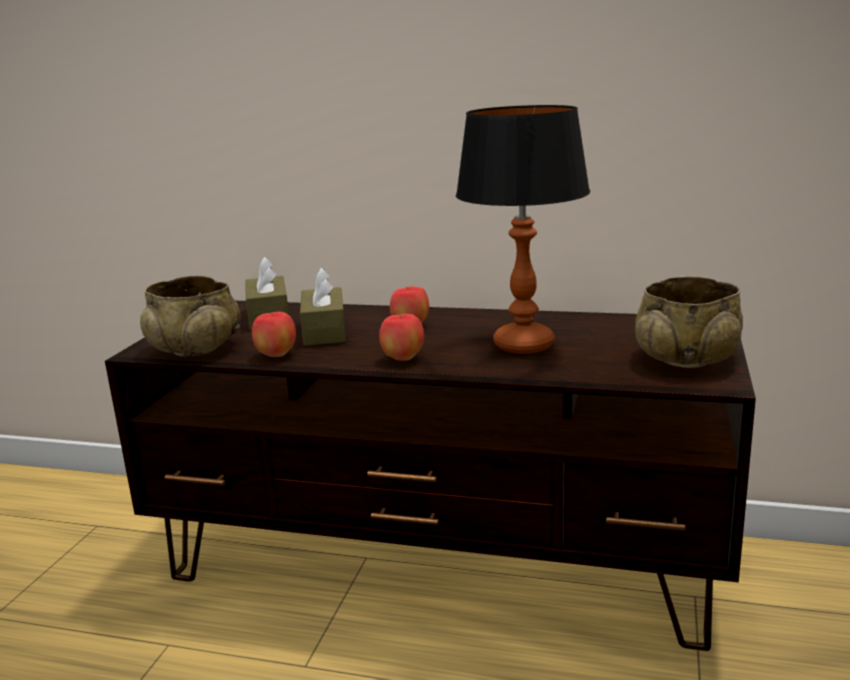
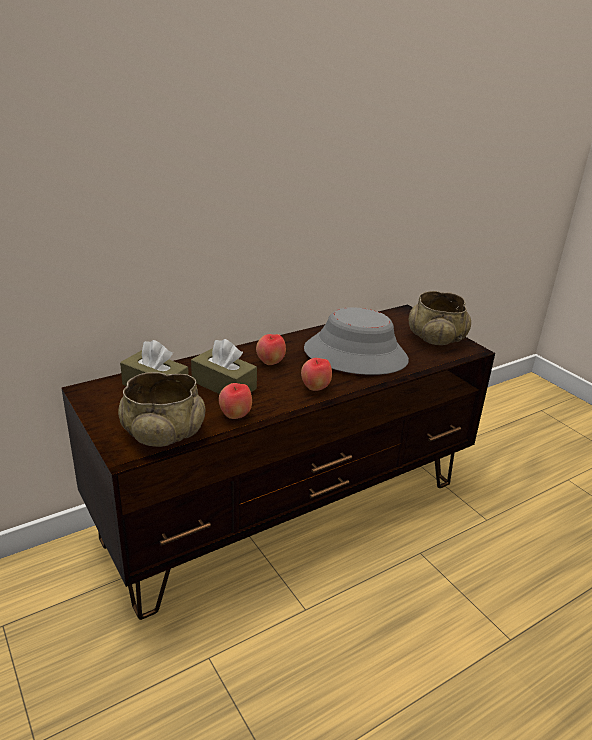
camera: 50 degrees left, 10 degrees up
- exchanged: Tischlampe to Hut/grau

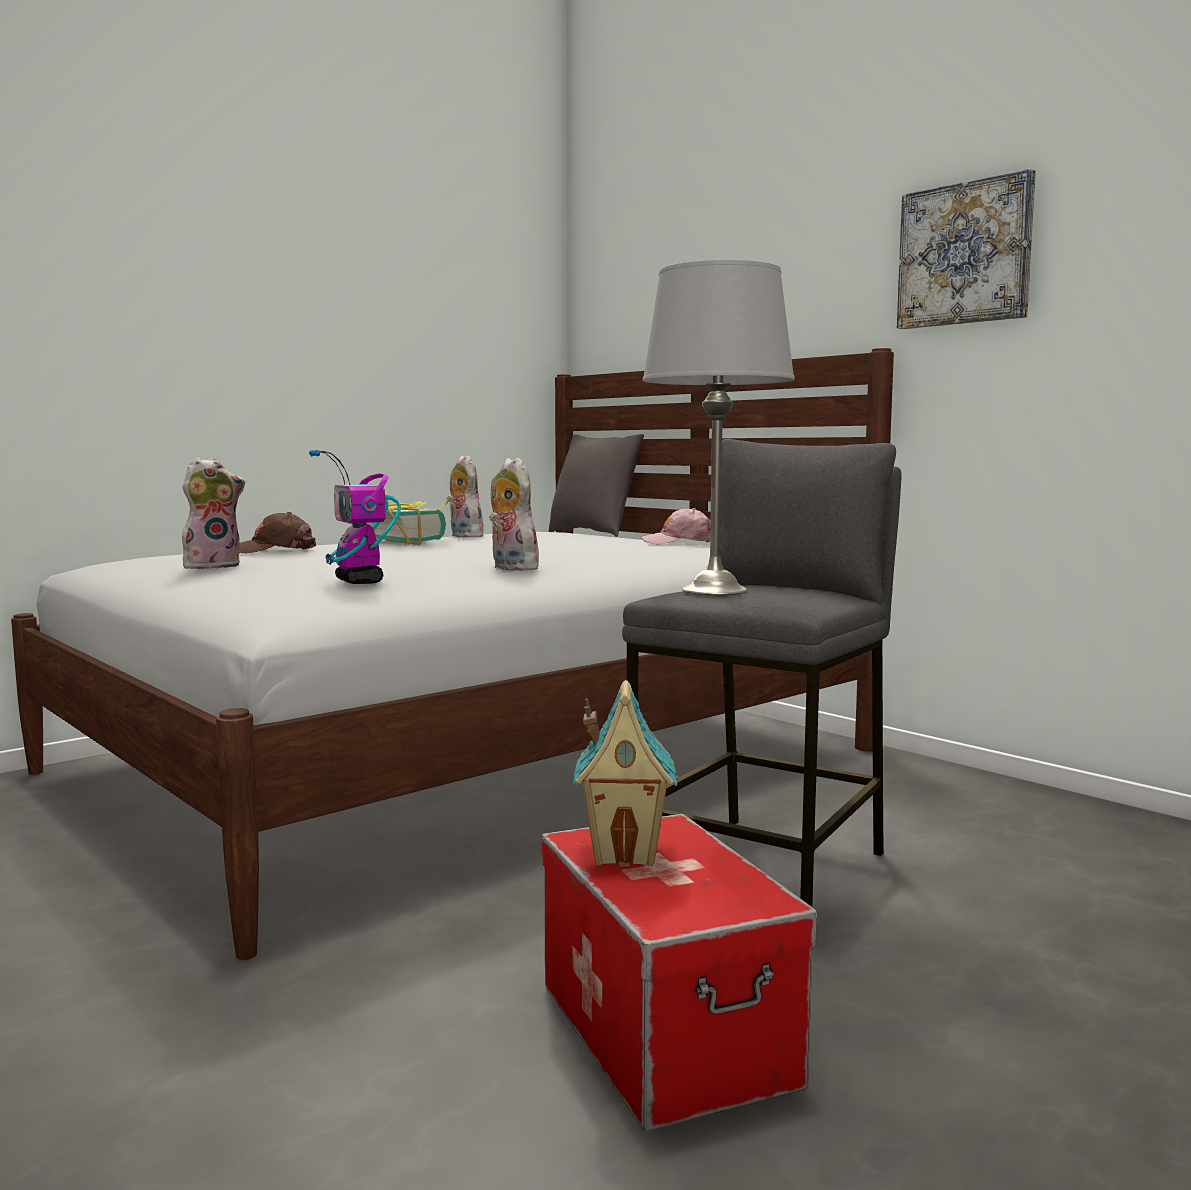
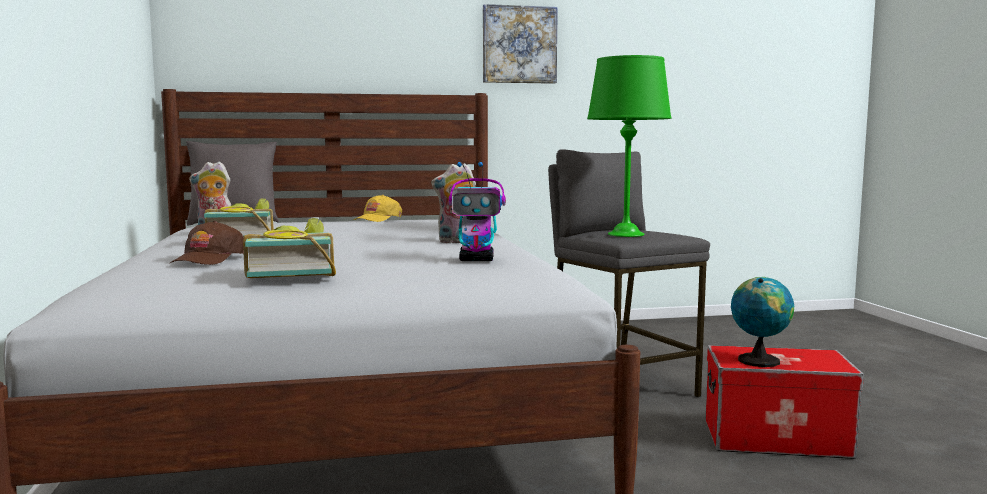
camera: 60 degrees left, 0 degrees up
- exchanged: Plüschtier (no. 1 from left) to Buch (no. 2 from left)
- colour: Kappe/rosa to Kappe/gelb
- colour: Tischlampe/grau to Tischlampe/grün
- exchanged: Spielzeughaus to Globus

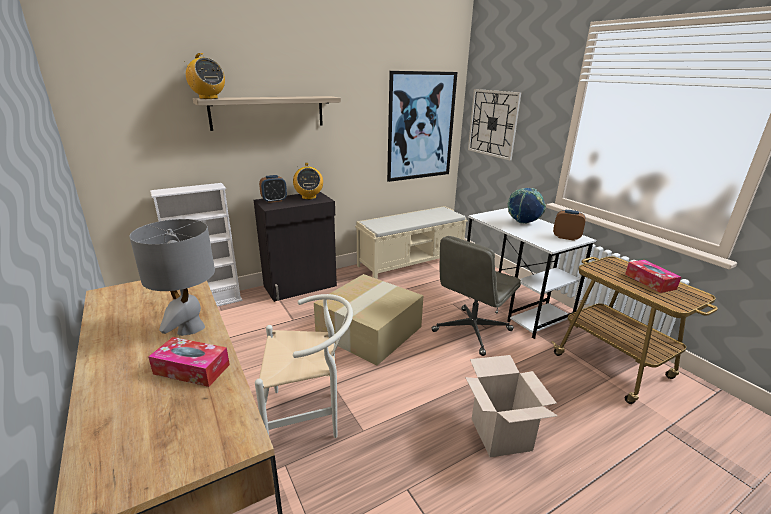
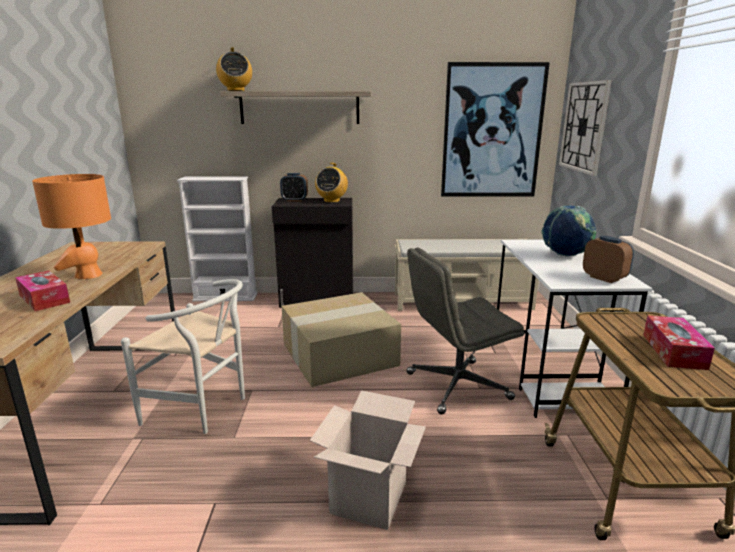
camera: 30 degrees right, 5 degrees down
- colour: Tischlampe/grau to Tischlampe/orange

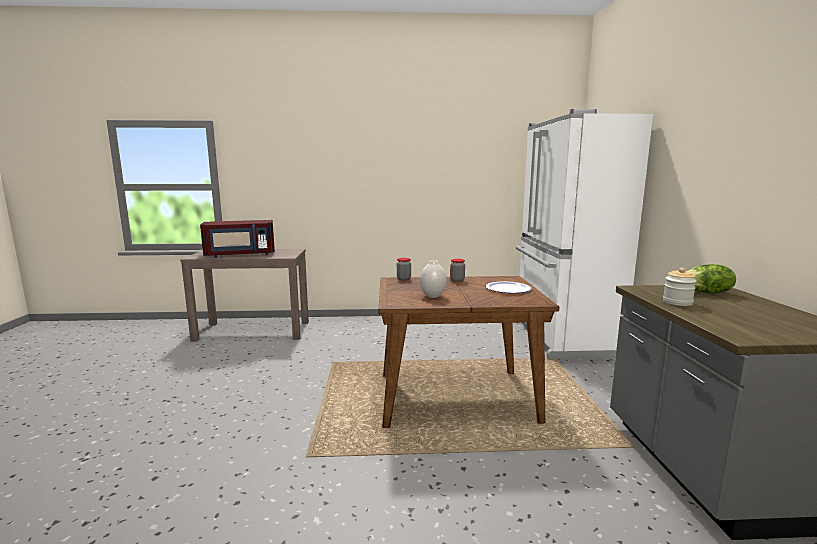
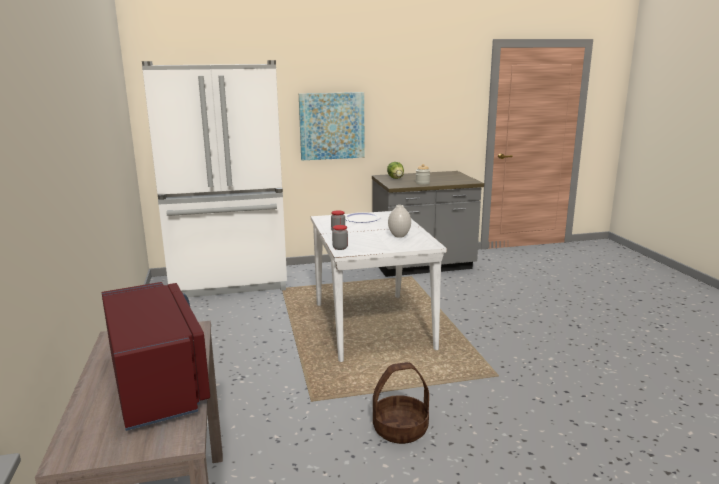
camera: 100 degrees left, 5 degrees up
- appeared: Bild
- colour: Esstisch/braun to Esstisch/weiß
- appeared: Korb

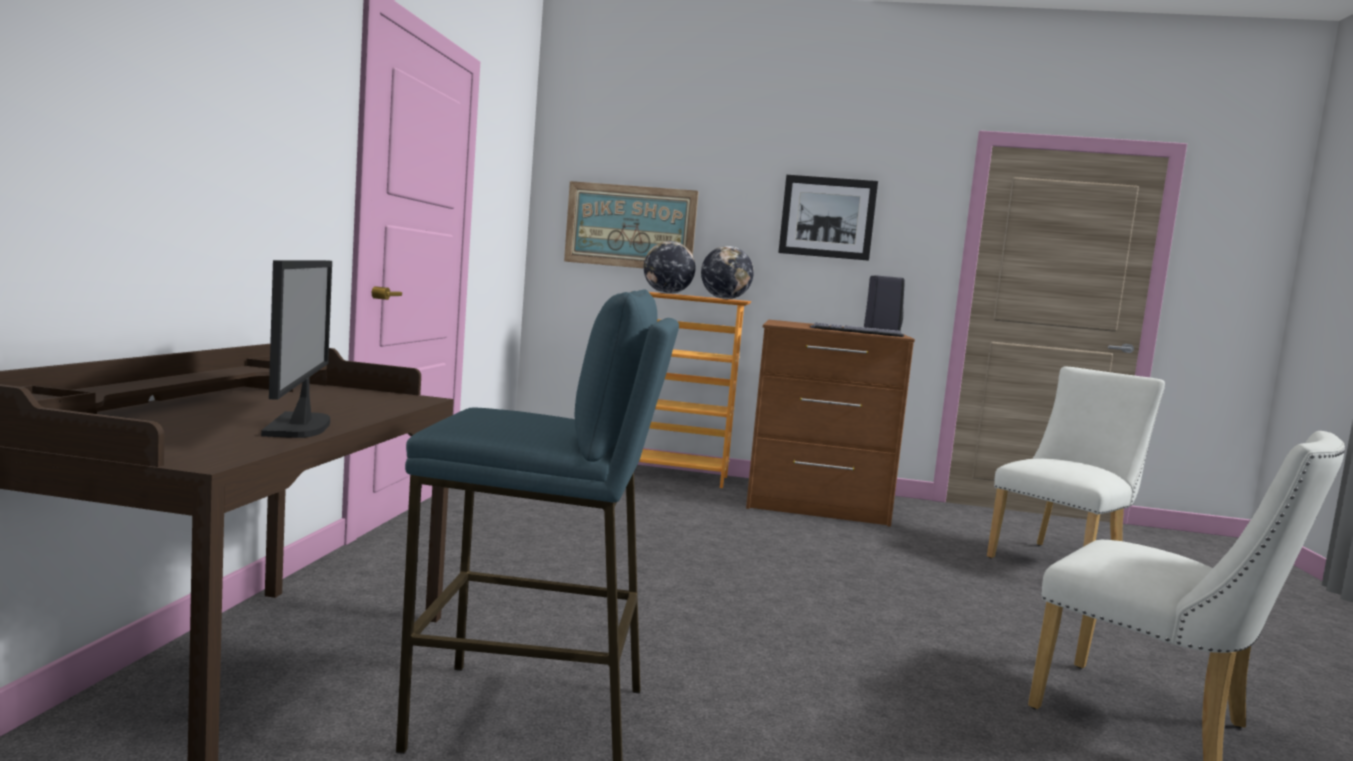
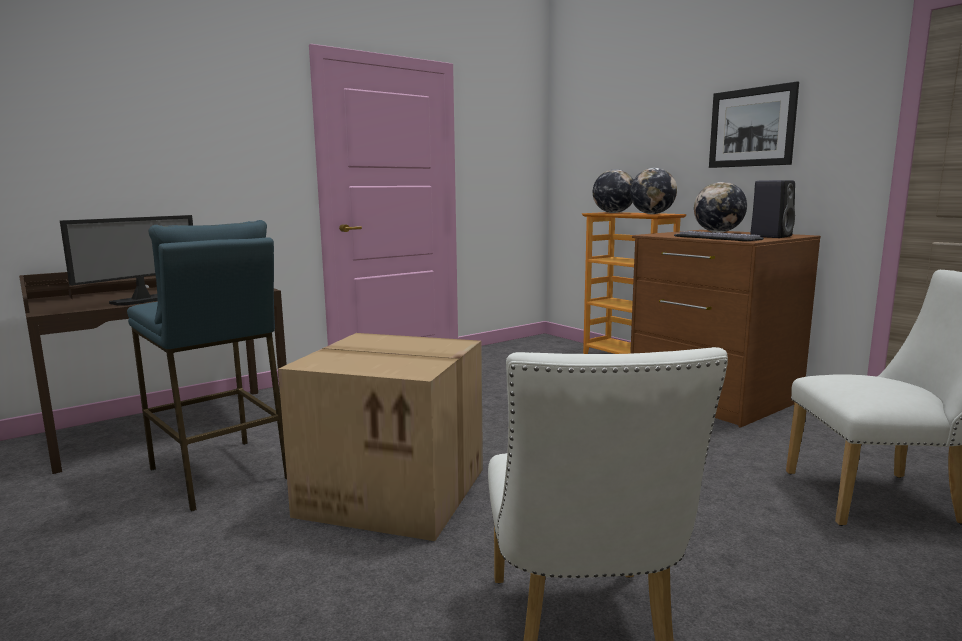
camera: 45 degrees right, 5 degrees up
- appeared: Karton
- appeared: Globus (no. 3 from left)
- missing: Bild (no. 1 from left)

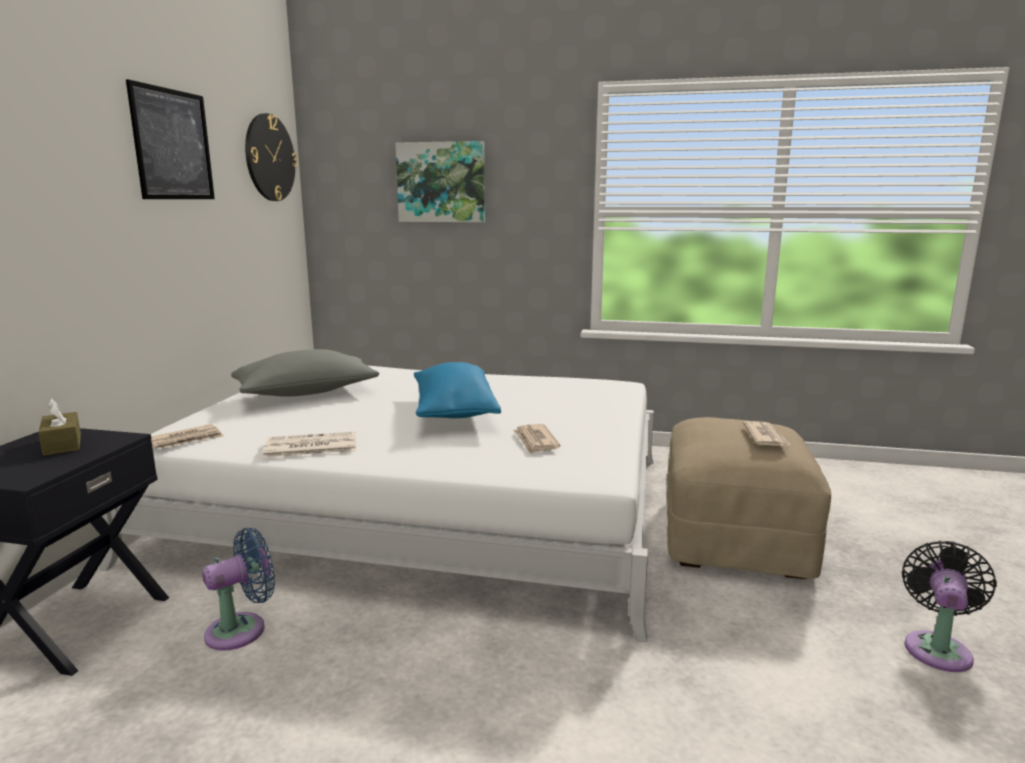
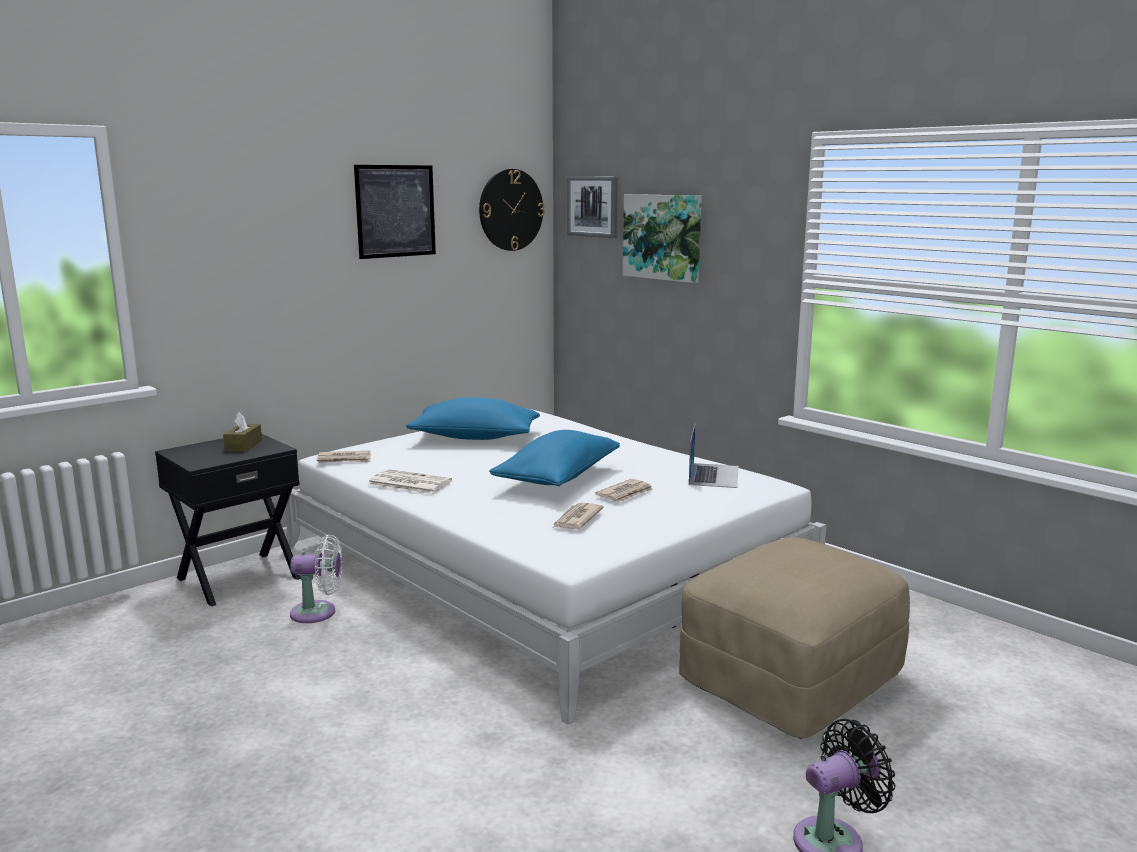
camera: 35 degrees right, 0 degrees up
- colour: Ventilator/blau to Ventilator/weiß
- colour: Kissen/grau to Kissen/blau (no. 1 from left)
- appeared: Bild (no. 2 from left)
- relocated: Zeitung (no. 4 from left)
- appeared: Laptop

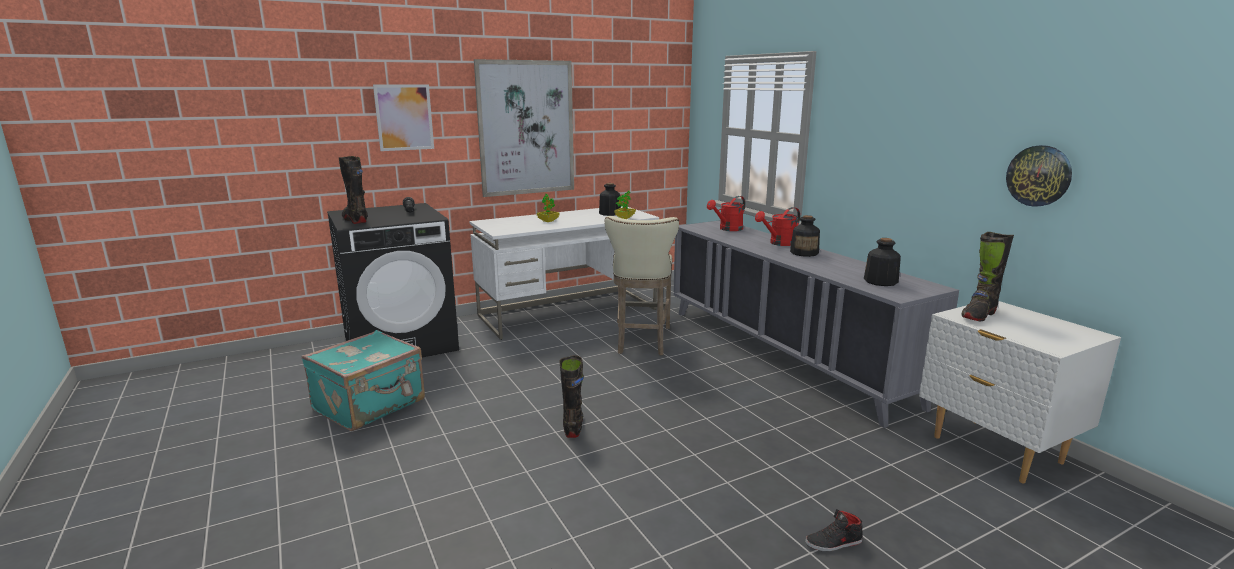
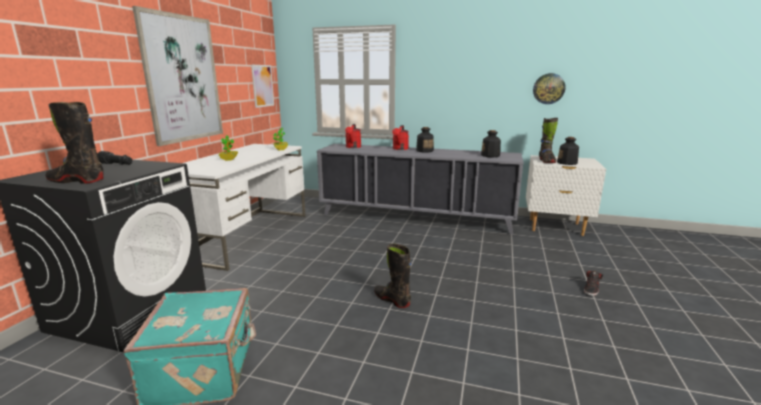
camera: 45 degrees left, 0 degrees up
- relocated: Bild (no. 1 from left in the first image) to Bild (no. 2 from left)
- relocated: Flasche (no. 1 from left in the first image) to Flasche (no. 3 from left)
- missing: Hocker/beige

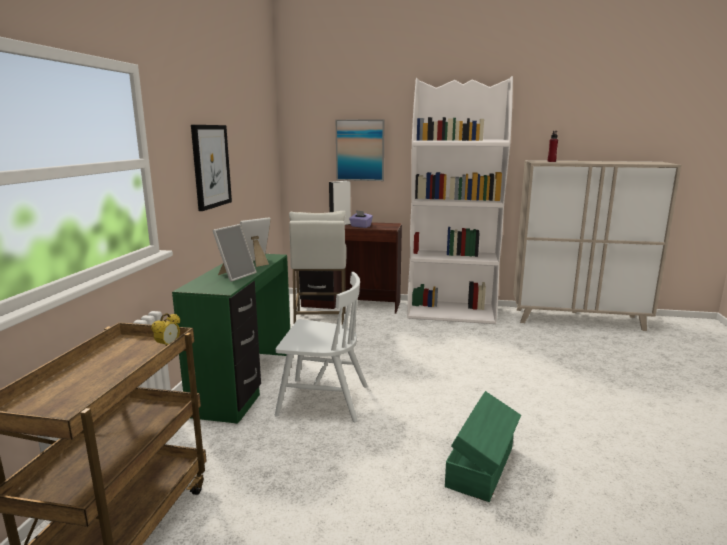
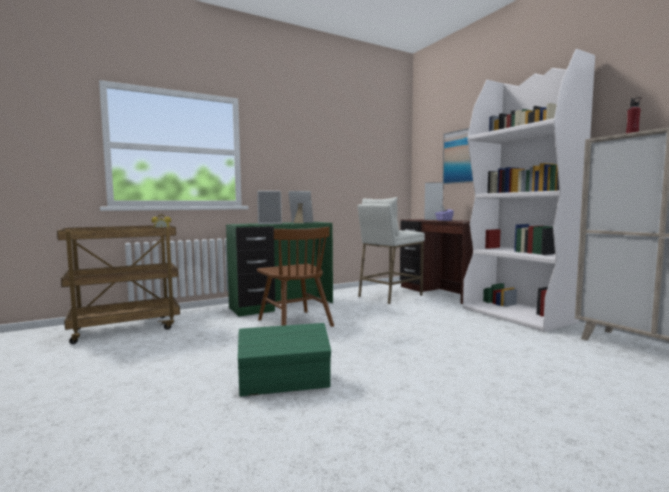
camera: 50 degrees right, 10 degrees down
- colour: Stuhl/weiß to Stuhl/braun
- missing: Bild (no. 1 from left)

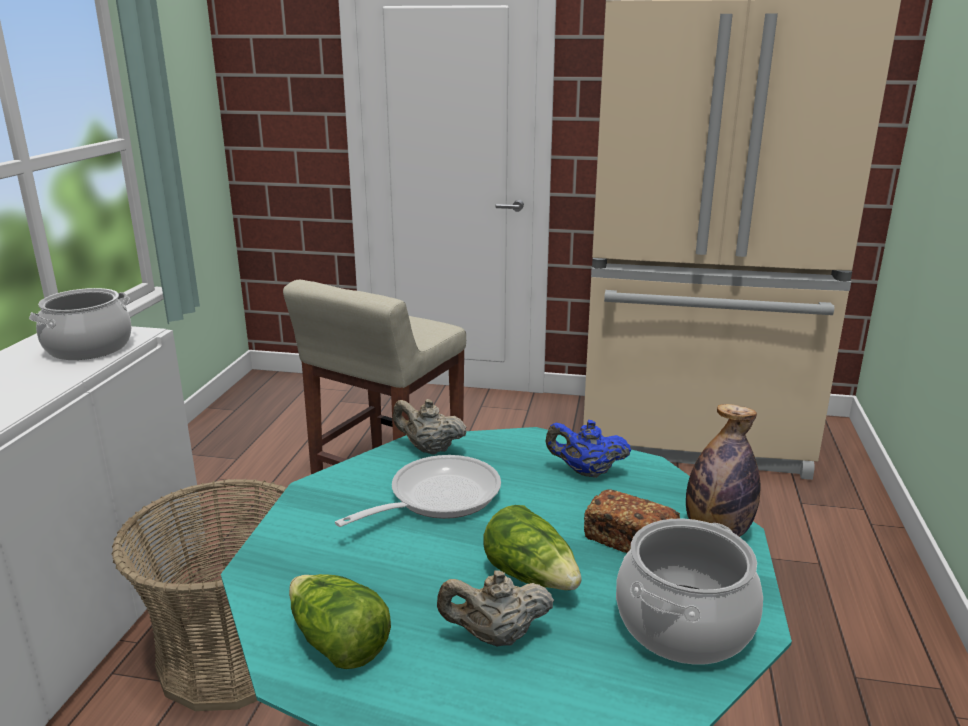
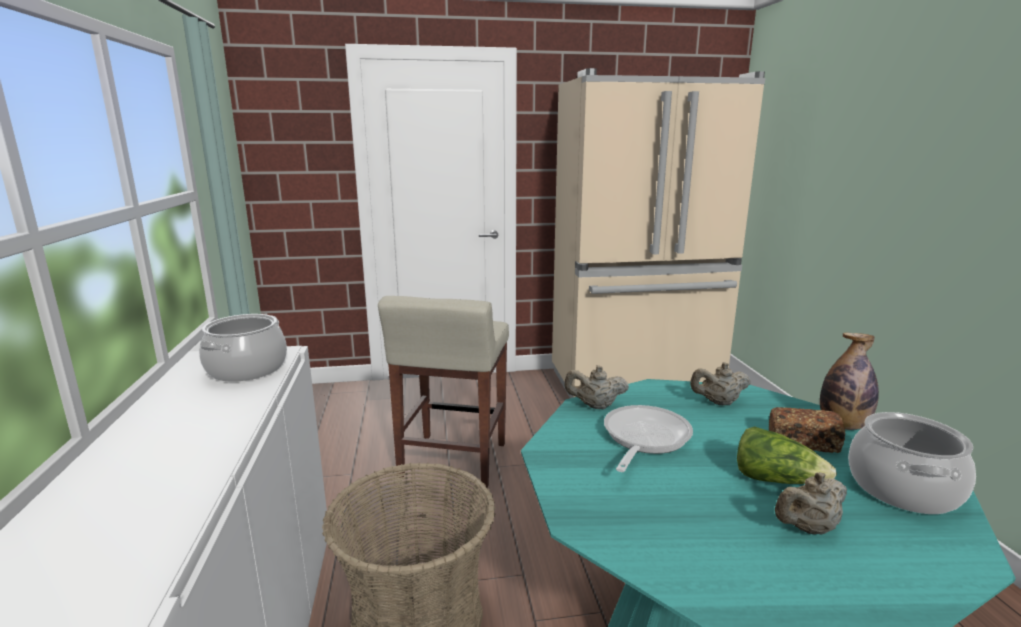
camera: 20 degrees left, 5 degrees down
- colour: Teekanne/blau to Teekanne/beige (no. 2 from left)
- missing: Salatkopf (no. 1 from left)

